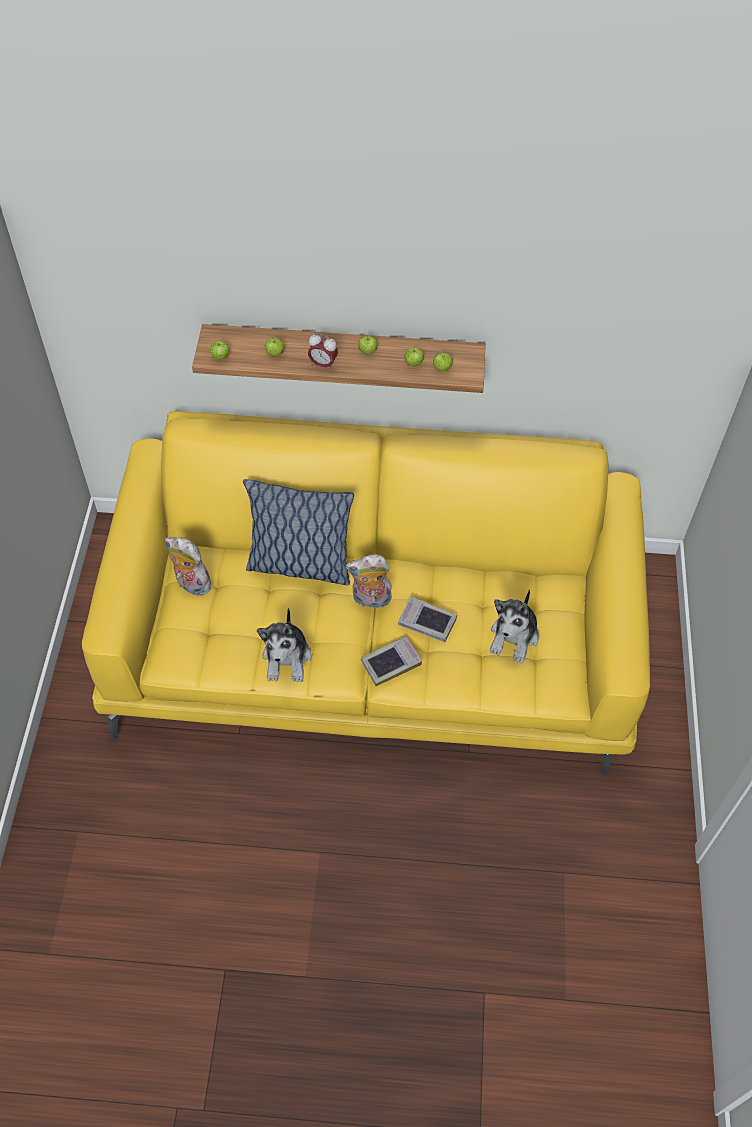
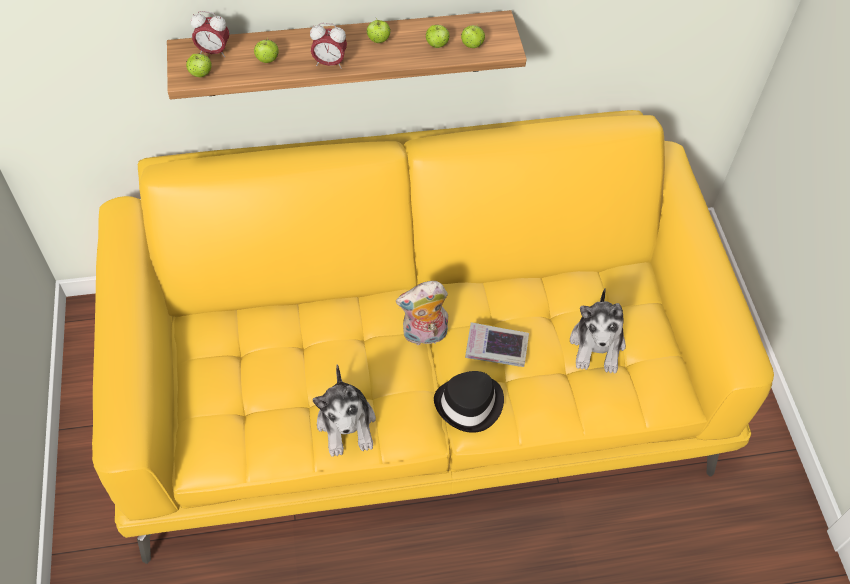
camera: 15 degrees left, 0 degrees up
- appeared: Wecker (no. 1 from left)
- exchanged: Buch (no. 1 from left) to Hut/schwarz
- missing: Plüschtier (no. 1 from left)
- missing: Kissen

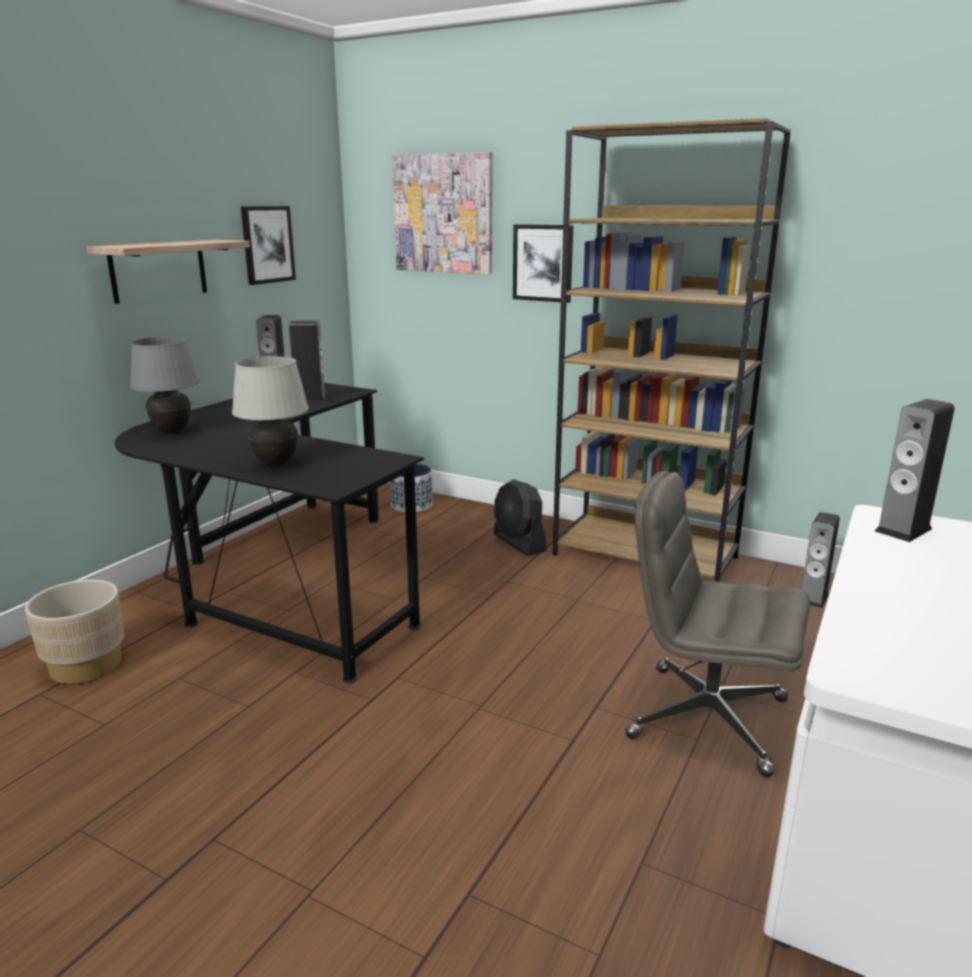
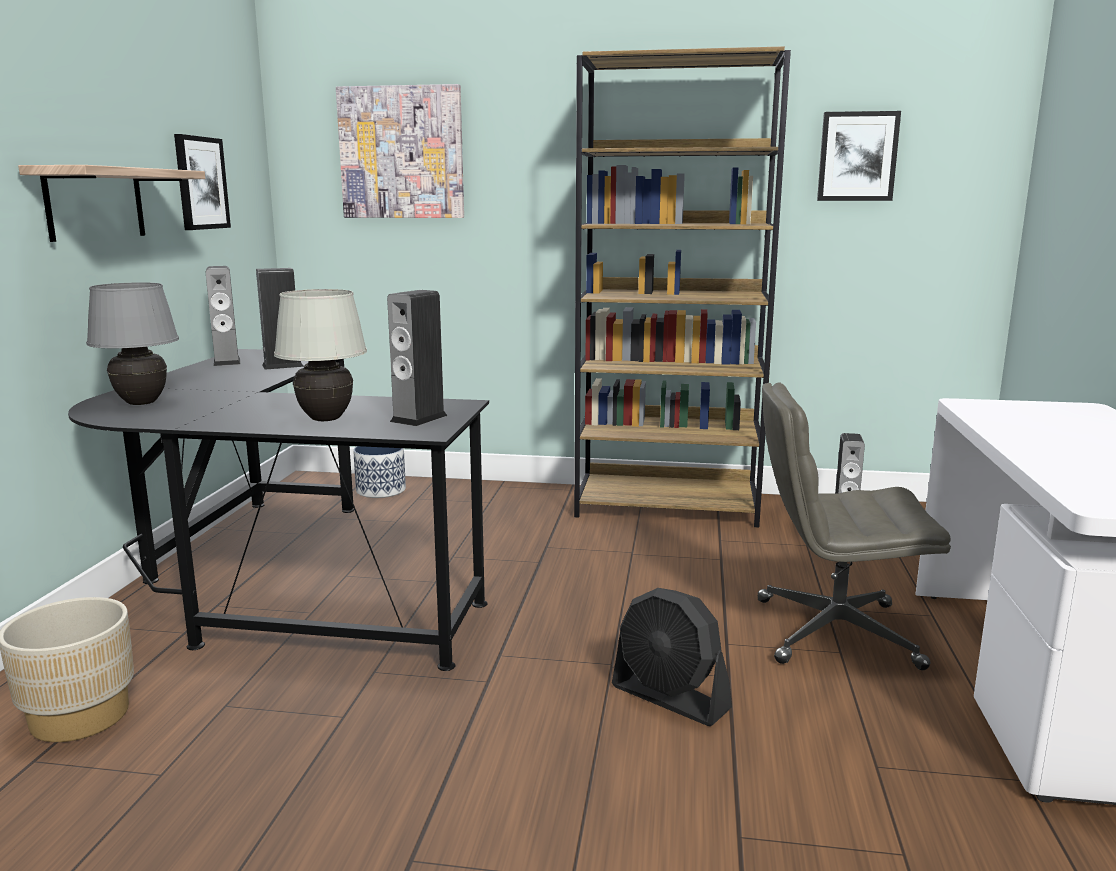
camera: 20 degrees left, 5 degrees down
- relocated: Lautsprecher (no. 4 from left in the first image) to Lautsprecher (no. 3 from left)
- relocated: Ventilator/schwarz
- relocated: Bild (no. 3 from left)

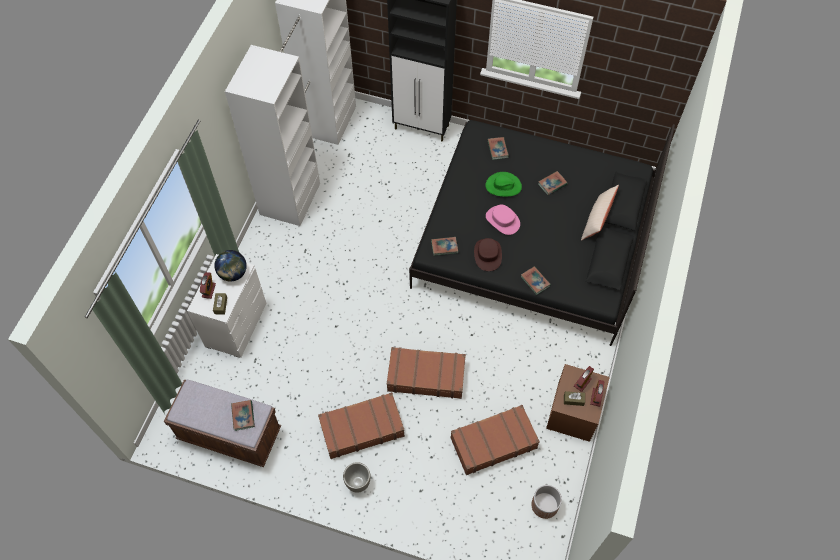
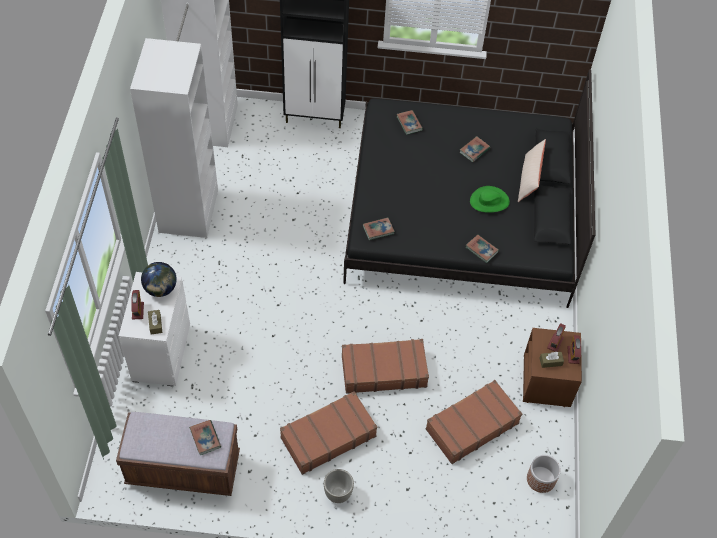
camera: 15 degrees left, 5 degrees down
- relocated: Hut/grün
- missing: Hut/braun
- missing: Hut/rosa

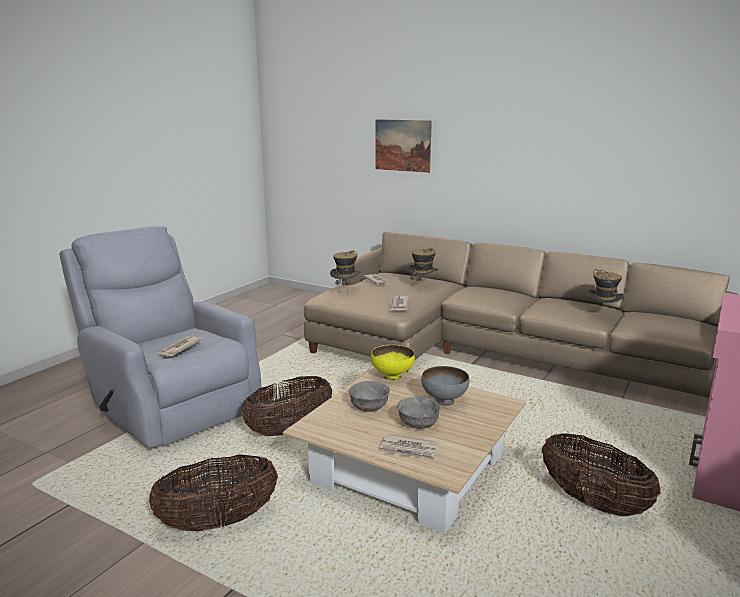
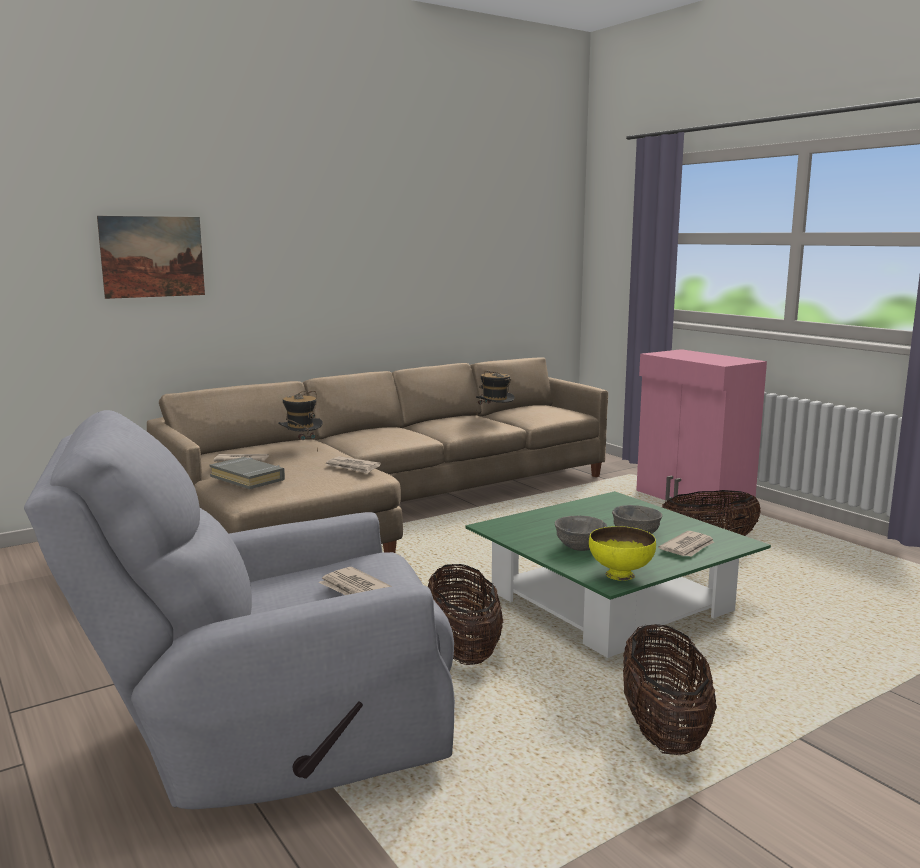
camera: 65 degrees left, 5 degrees down
- exchanged: Hut (no. 1 from left) to Buch/grau
- colour: Couchtisch/beige to Couchtisch/grün
- relocated: Schüssel/gelb
- missing: Schüssel/grau (no. 3 from left)

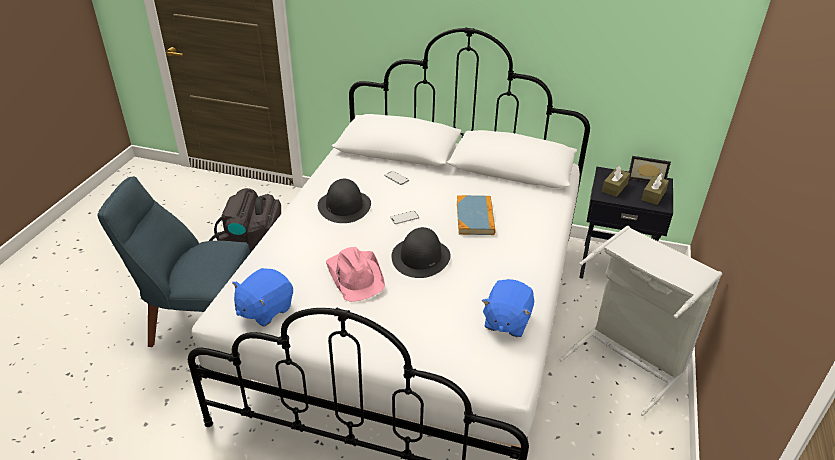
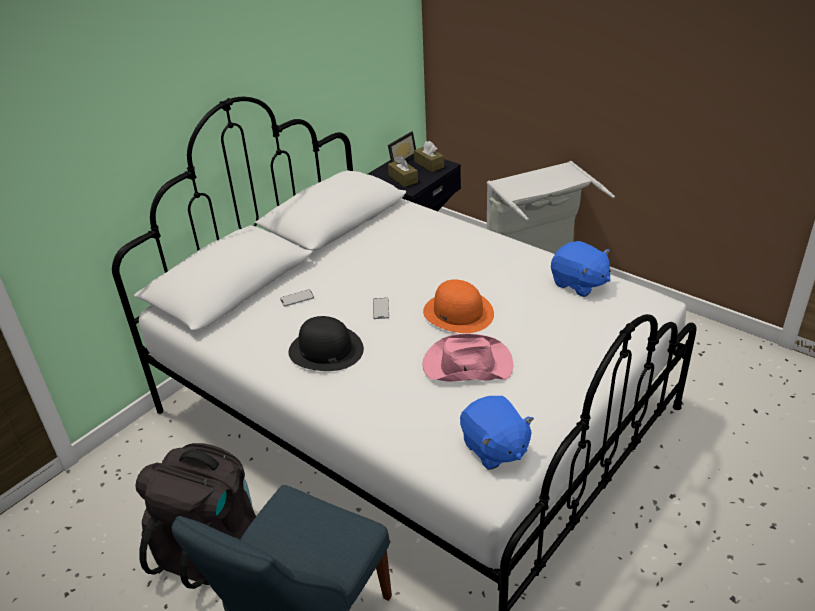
camera: 65 degrees left, 0 degrees up
- colour: Hut/schwarz (no. 2 from left) to Hut/orange
- missing: Buch

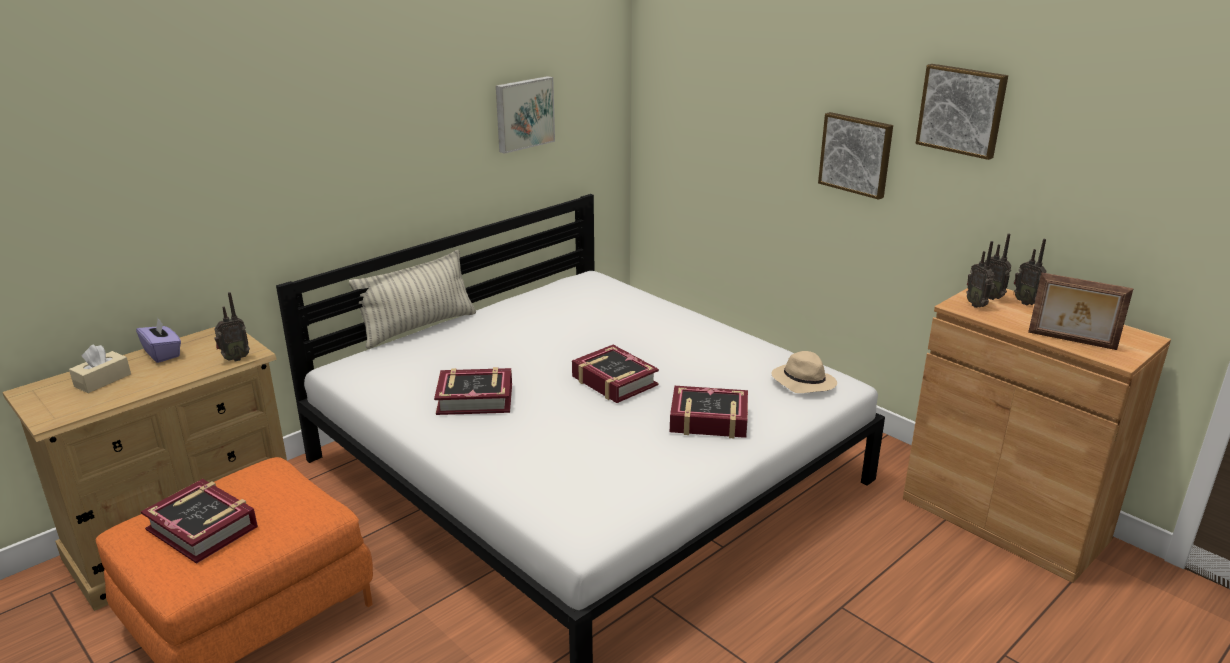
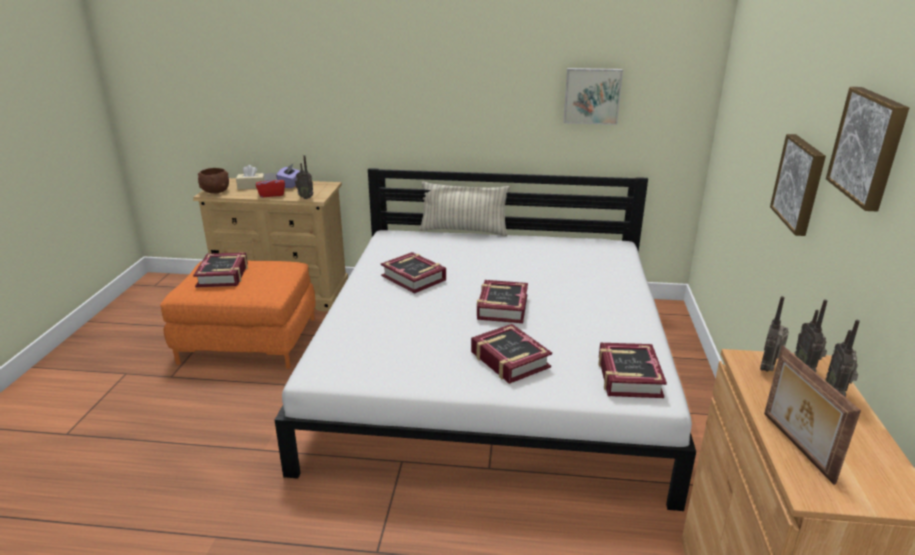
camera: 50 degrees right, 0 degrees up
- appeared: Schüssel/braun
- appeared: Taschentuchbox/rot
- exchanged: Hut/beige to Buch (no. 5 from left)

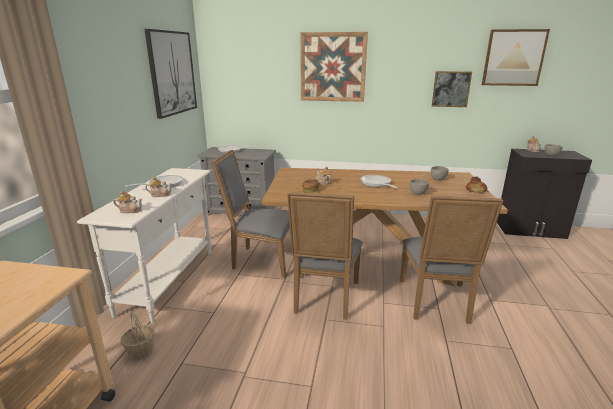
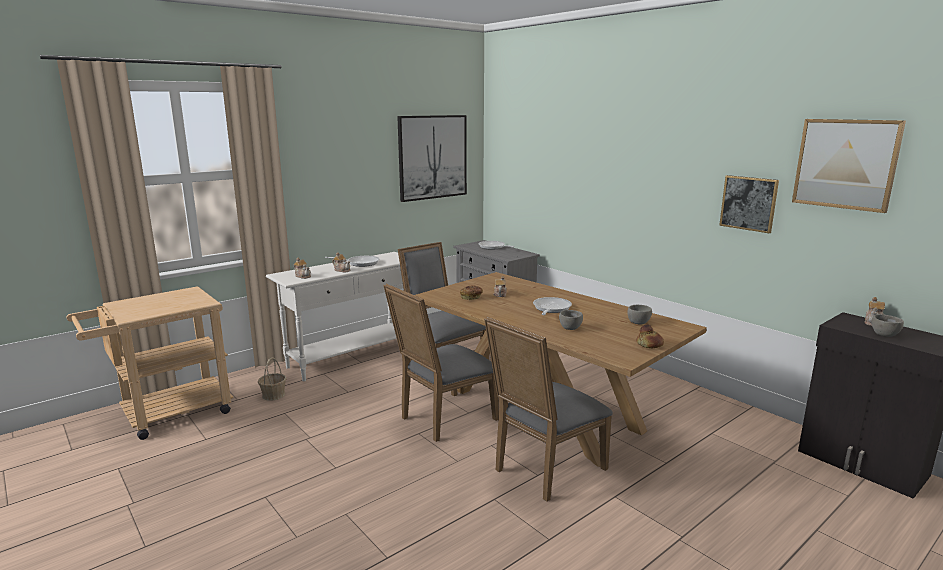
camera: 40 degrees right, 5 degrees down
- missing: Bild (no. 2 from left)

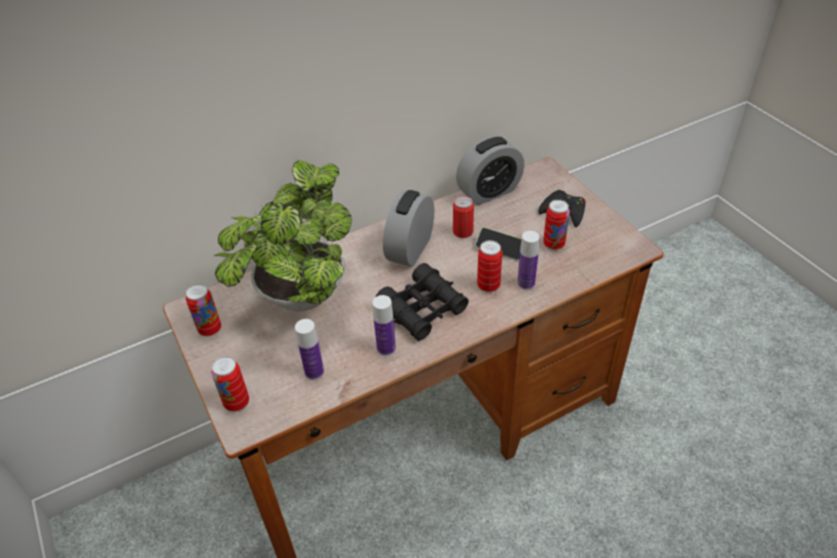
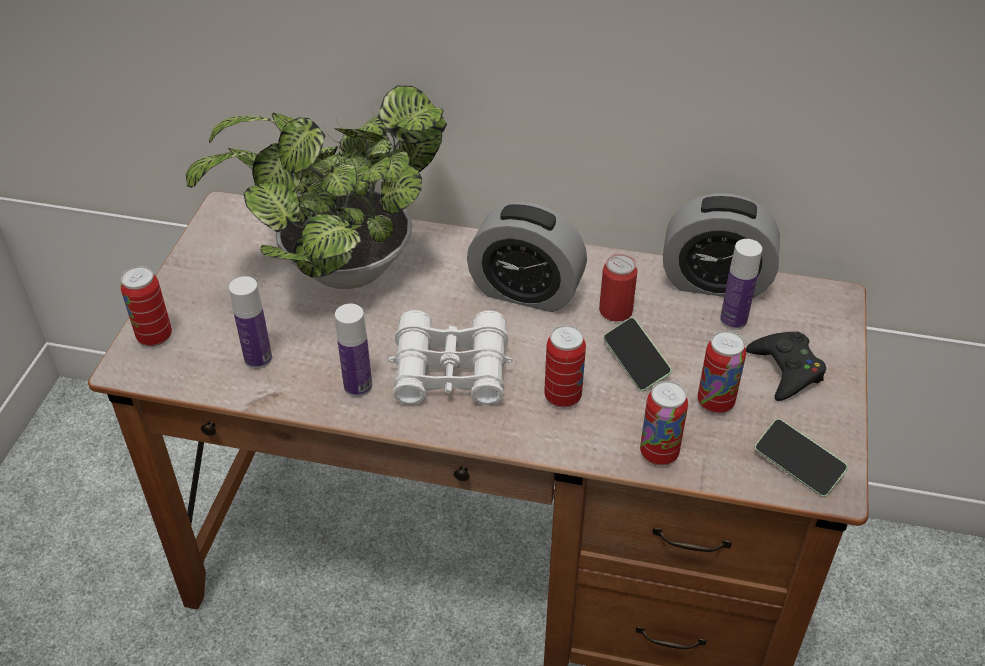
camera: 40 degrees right, 0 degrees up
- colour: Fernglas/schwarz to Fernglas/weiß
- spun: Wecker (no. 1 from left) 135 degrees counterclockwise
- relocated: Dose (no. 1 from left in the first image) to Dose (no. 4 from left)
- relocated: Flasche (no. 3 from left)
- appeared: Handy (no. 2 from left)

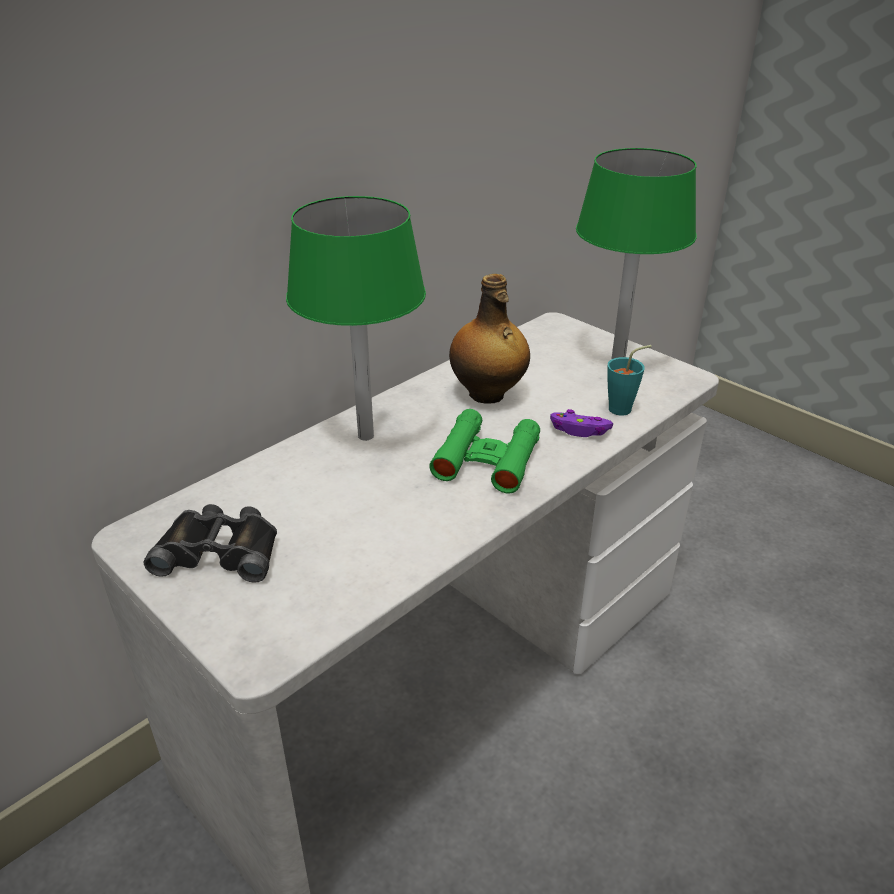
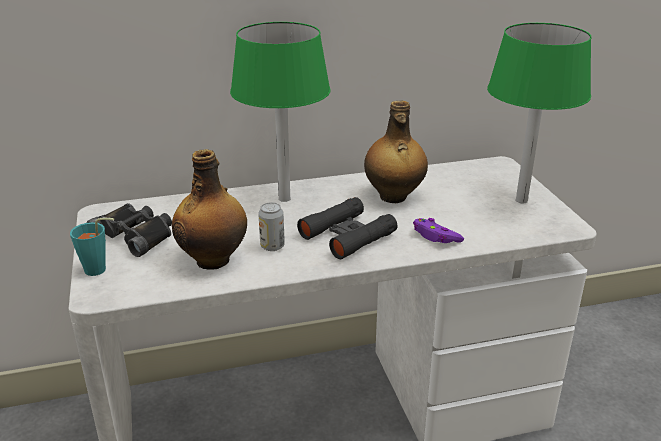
camera: 30 degrees right, 5 degrees down
- relocated: Tasse/türkis
- appeared: Flasche (no. 1 from left)
- appeared: Dose
- colour: Fernglas/grün to Fernglas/schwarz (no. 2 from left)

